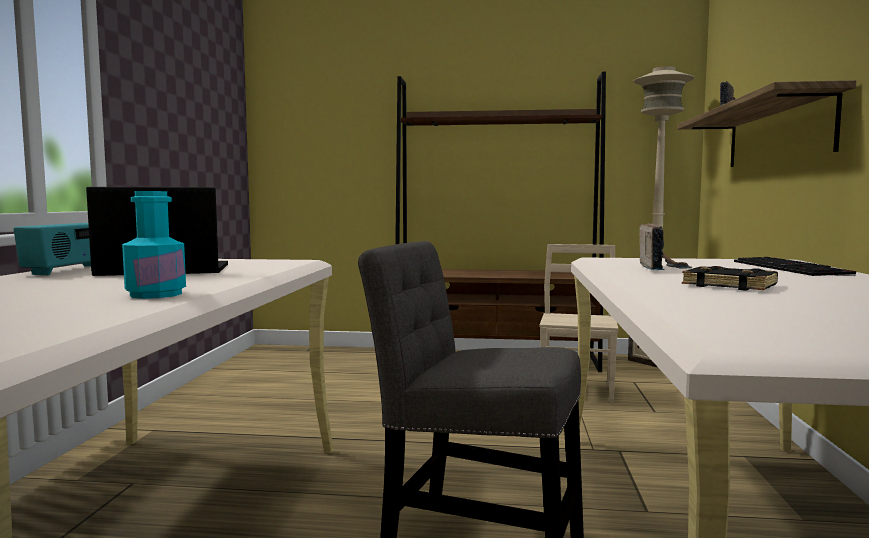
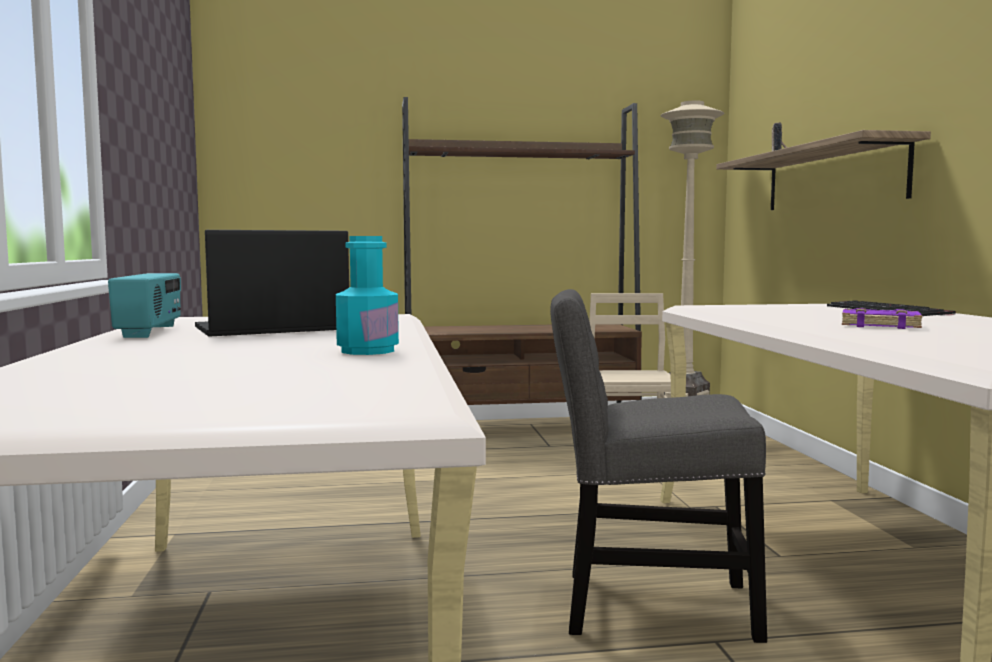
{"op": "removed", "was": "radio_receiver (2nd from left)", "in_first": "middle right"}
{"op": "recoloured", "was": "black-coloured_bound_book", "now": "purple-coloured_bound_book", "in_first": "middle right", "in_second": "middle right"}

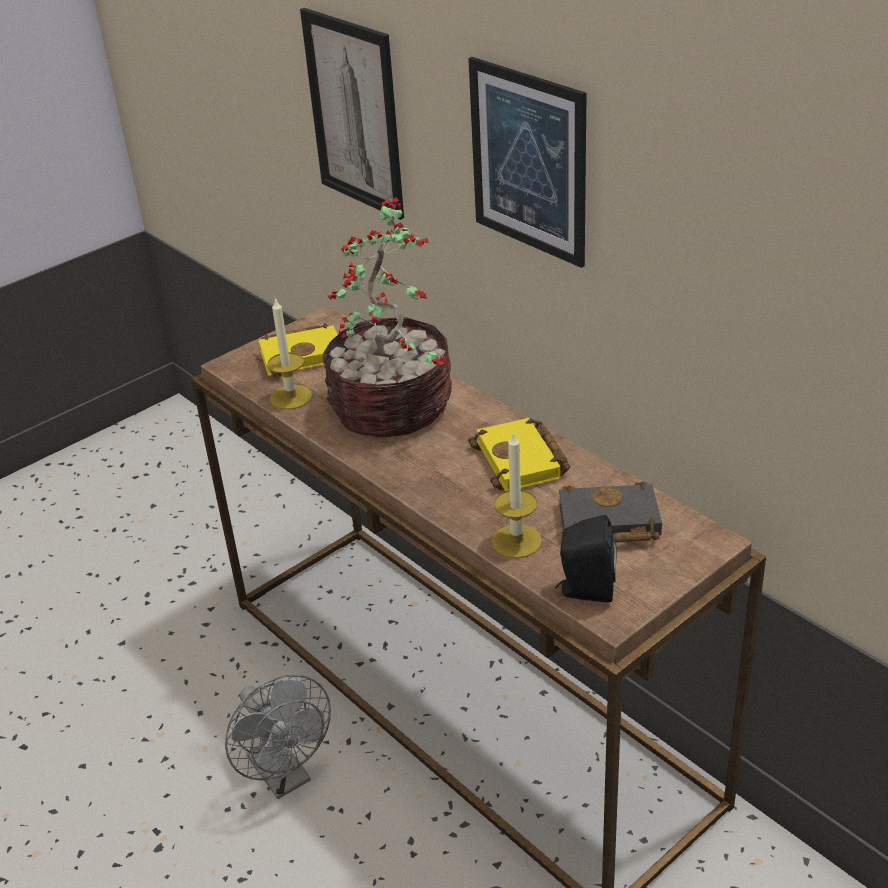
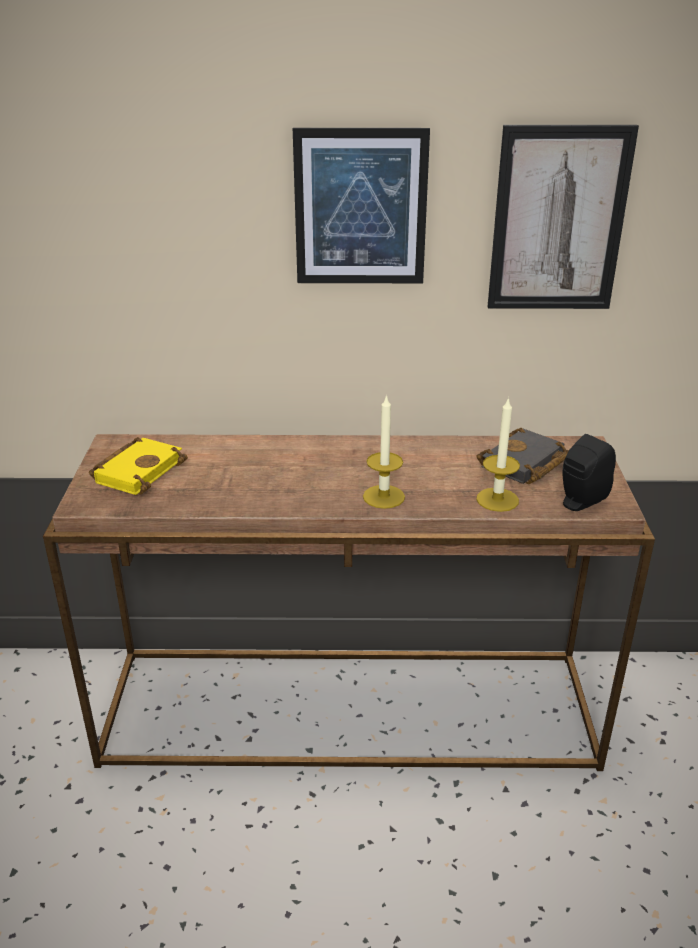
{"op": "moved", "was": "wall_picture (1st from left in the first image)", "now": "wall_picture (2nd from left)", "in_first": "top centre", "in_second": "top right"}
{"op": "removed", "was": "houseplant", "in_first": "centre"}
{"op": "moved", "was": "wax_candle (1st from left)", "in_first": "middle left", "in_second": "centre"}
{"op": "removed", "was": "yellowish_bound_book (2nd from left)", "in_first": "centre"}
{"op": "removed", "was": "gray_fan", "in_first": "bottom left"}

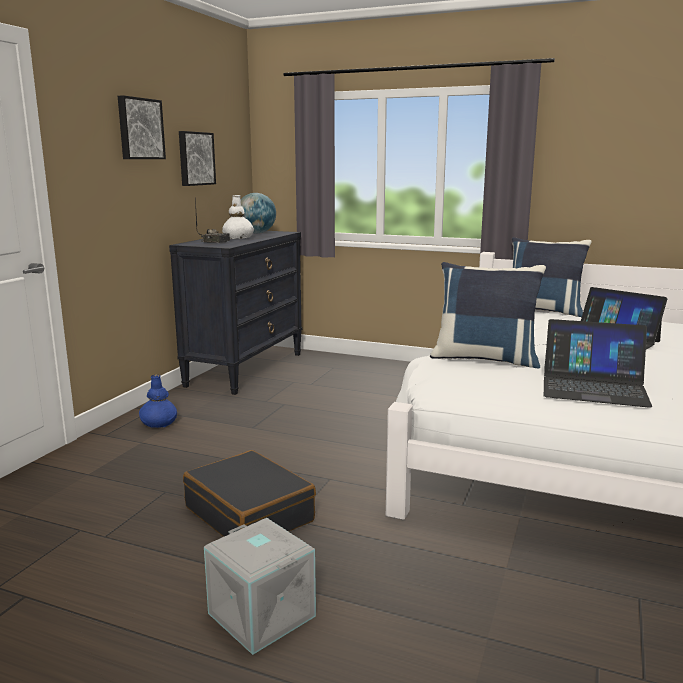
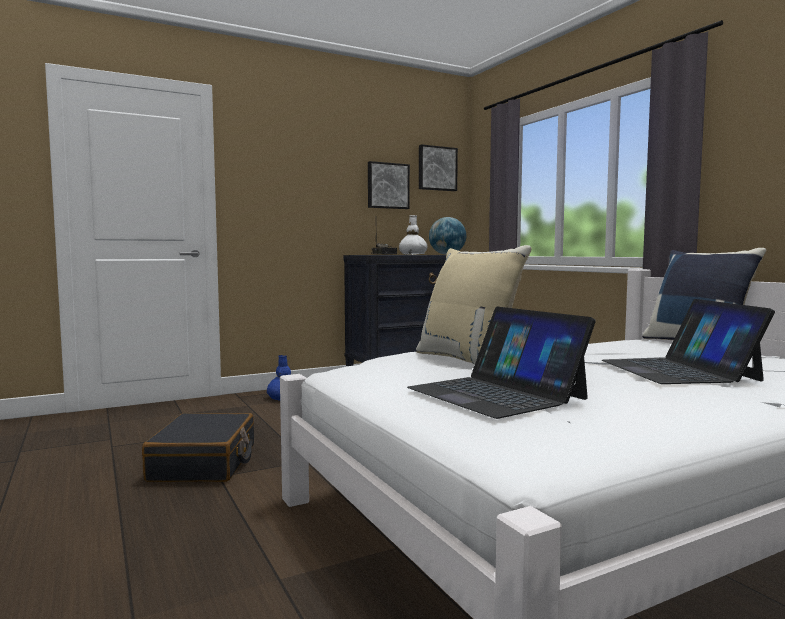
{"op": "moved", "was": "wall_picture (1st from left in the first image)", "now": "wall_picture (2nd from left)", "in_first": "top left", "in_second": "top centre"}
{"op": "recoloured", "was": "blue_throw_pillow (1st from left)", "now": "sand-coloured_throw_pillow", "in_first": "middle right", "in_second": "centre"}
{"op": "removed", "was": "gray_storage_box", "in_first": "bottom centre"}

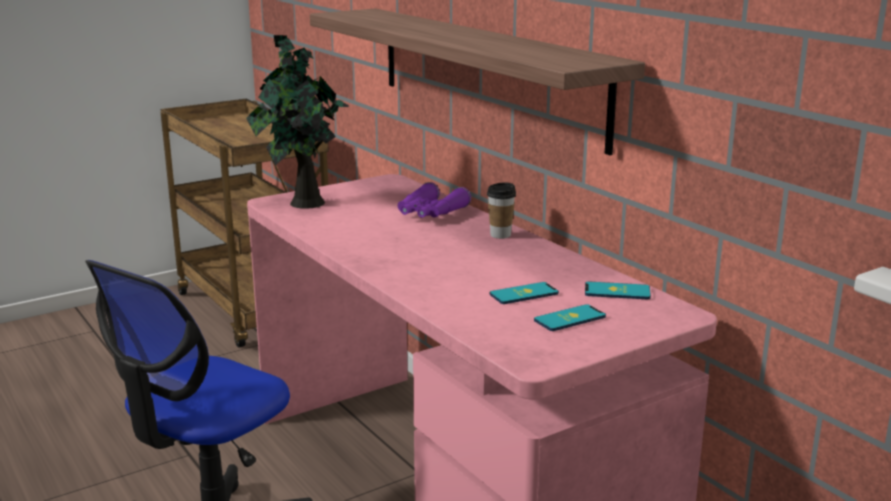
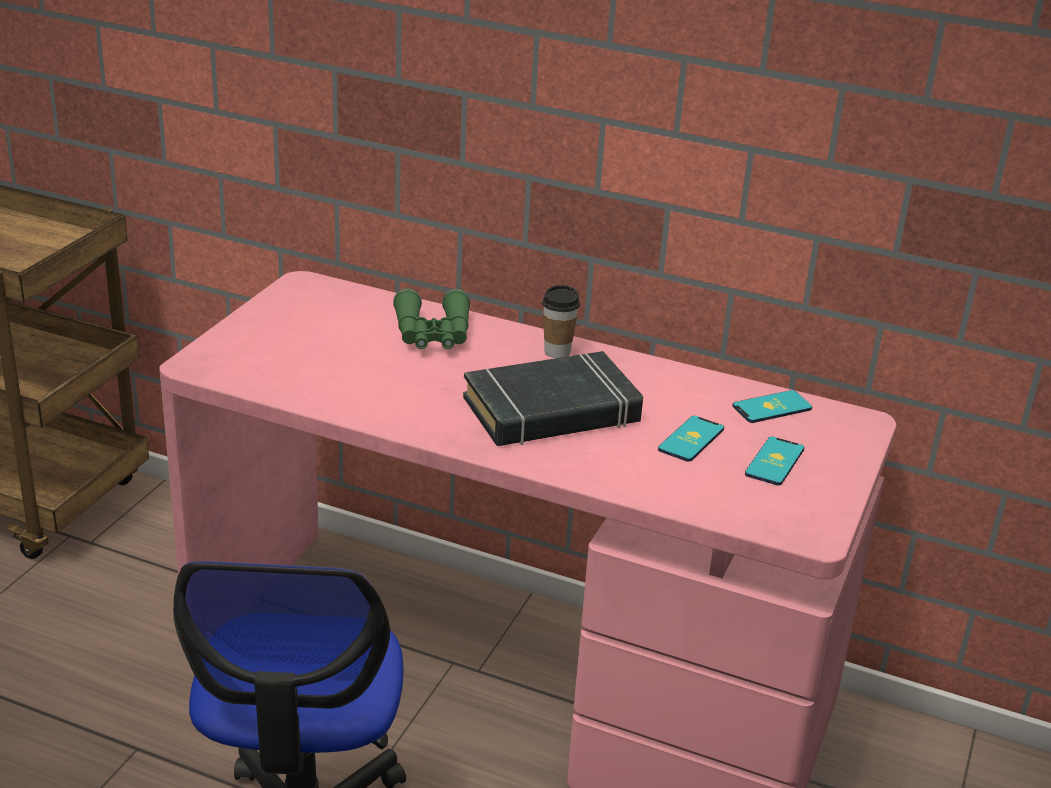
{"op": "removed", "was": "shelf", "in_first": "top centre"}
{"op": "removed", "was": "houseplant", "in_first": "top centre"}
{"op": "recoloured", "was": "purple-coloured_field_glasses", "now": "green-coloured_field_glasses", "in_first": "centre", "in_second": "centre"}
{"op": "added", "now": "black-coloured_bound_book", "in_second": "centre"}

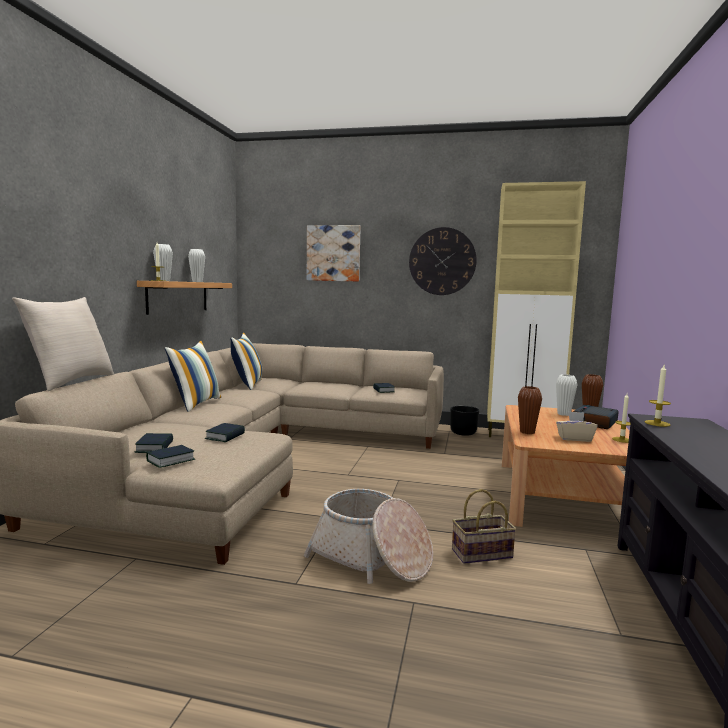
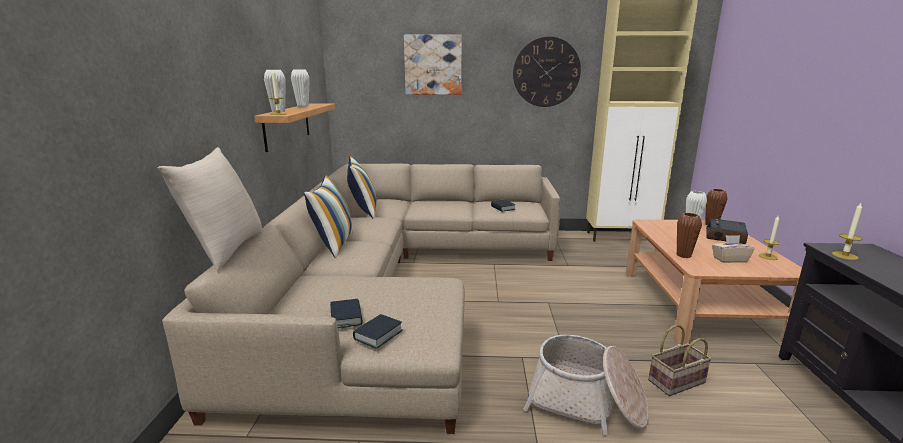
{"op": "removed", "was": "black-coloured_planter", "in_first": "centre"}
{"op": "removed", "was": "bound_book (3rd from left)", "in_first": "middle left"}

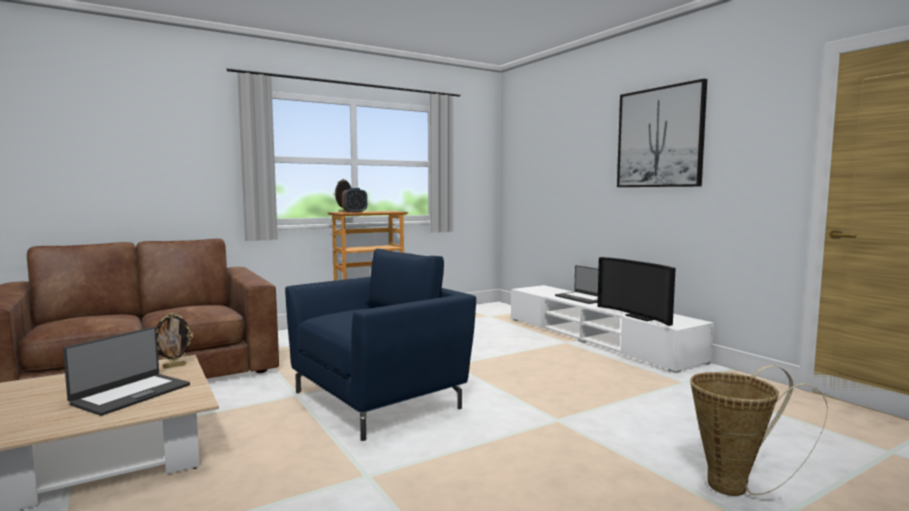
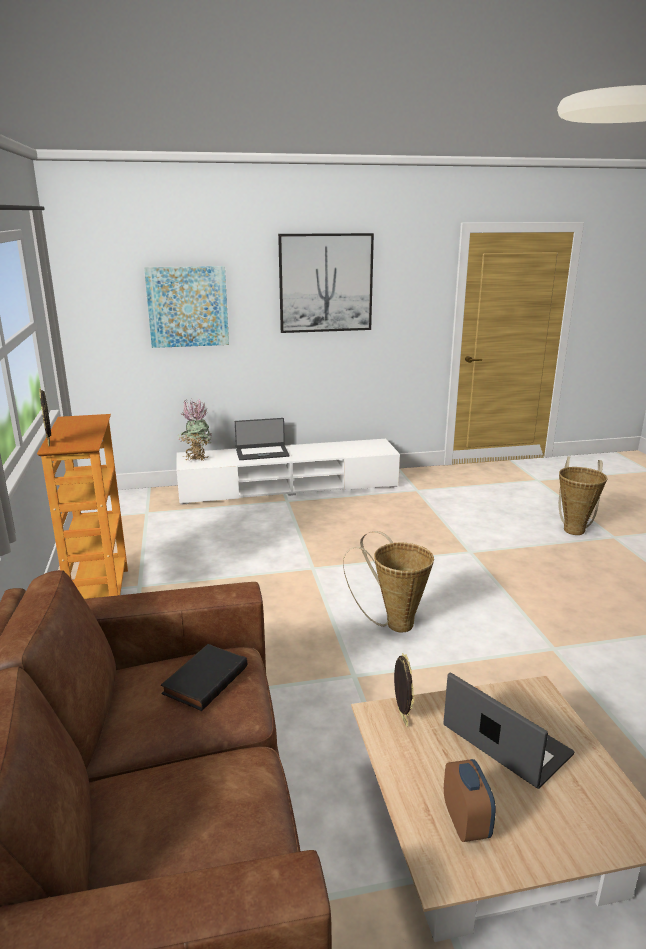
{"op": "moved", "was": "table_clock", "in_first": "centre", "in_second": "bottom right"}
{"op": "replaced", "was": "blue_lounge_chair", "now": "storage_basket (1st from left)", "in_first": "bottom centre", "in_second": "centre"}
{"op": "removed", "was": "television", "in_first": "middle right"}
{"op": "added", "now": "wall_picture (1st from left)", "in_second": "top left"}
{"op": "added", "now": "houseplant", "in_second": "middle left"}
{"op": "added", "now": "black-coloured_bound_book", "in_second": "bottom left"}

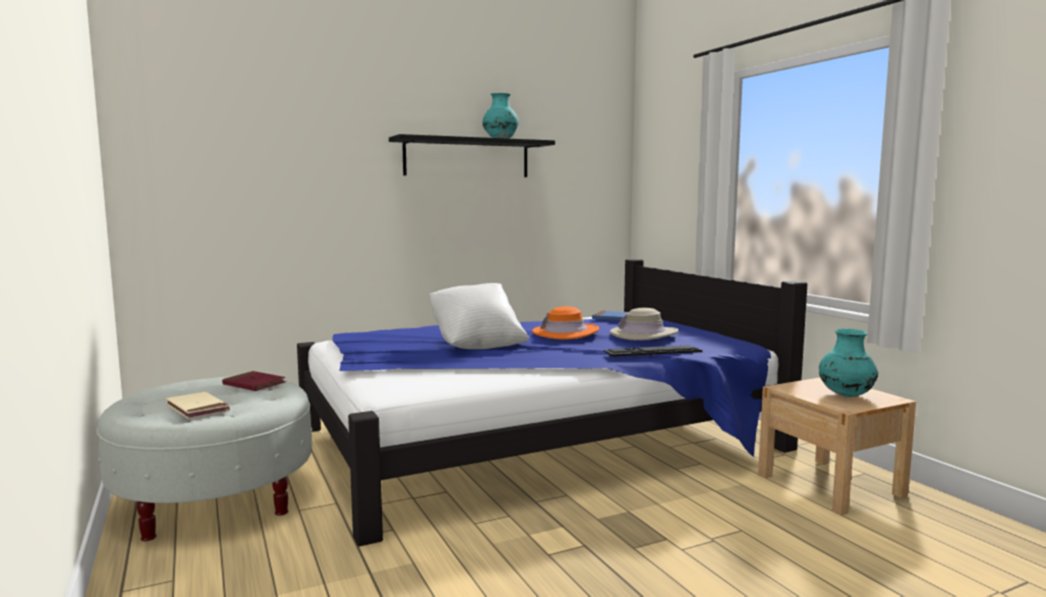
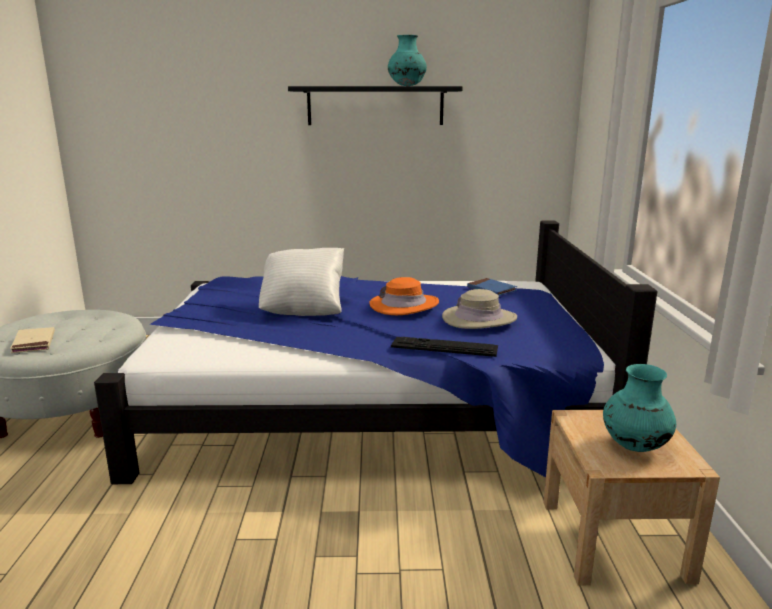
{"op": "removed", "was": "red-coloured_bound_book", "in_first": "middle left"}

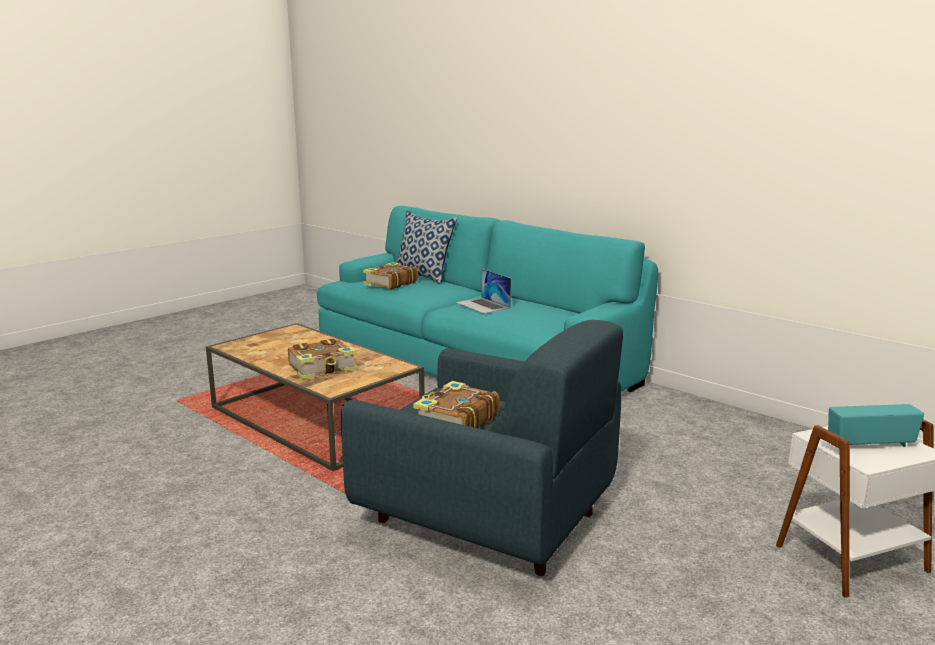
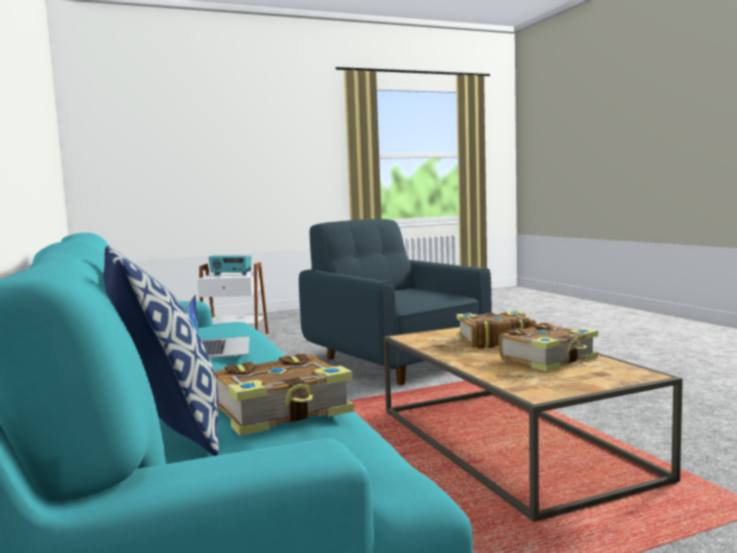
{"op": "moved", "was": "bound_book (3rd from left)", "in_first": "centre", "in_second": "middle right"}

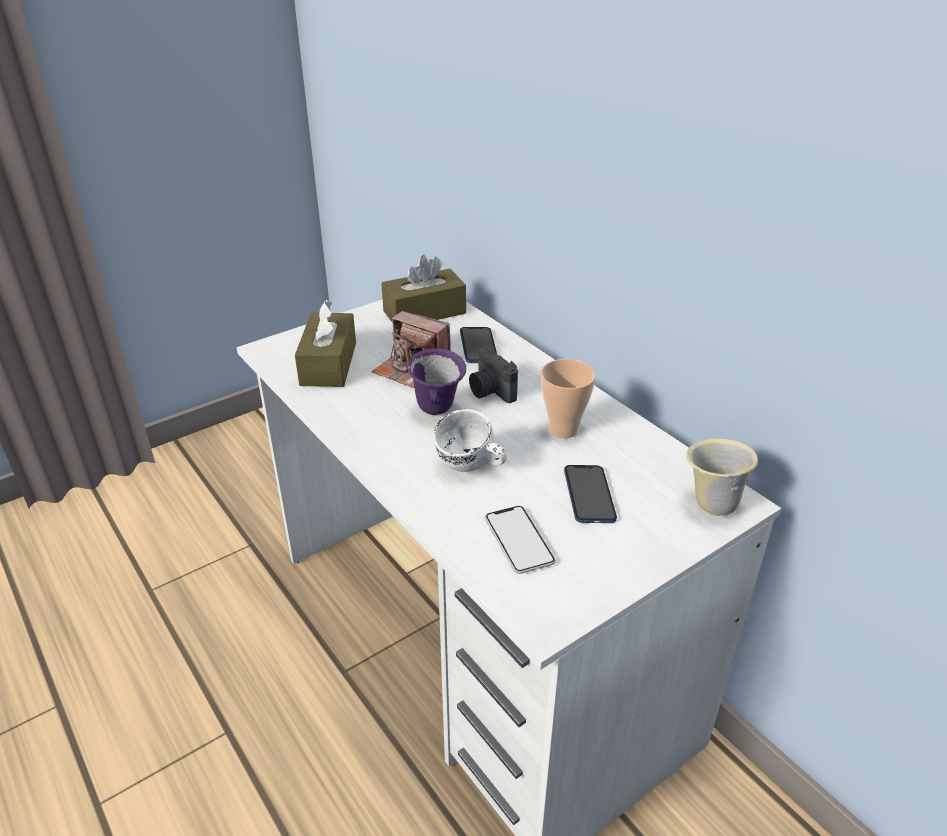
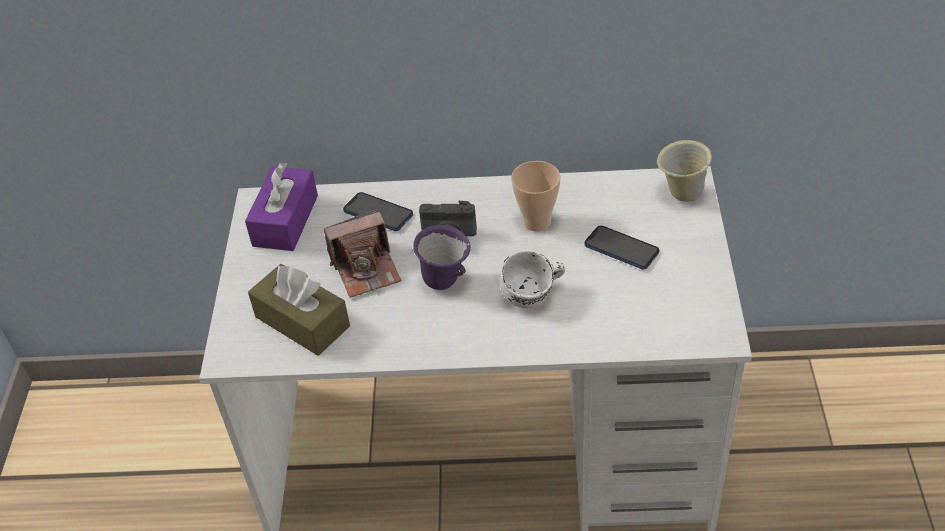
{"op": "recoloured", "was": "brown-coloured_tissue_box (2nd from left)", "now": "purple-coloured_tissue_box", "in_first": "centre", "in_second": "middle left"}
{"op": "removed", "was": "phone (2nd from left)", "in_first": "centre"}

